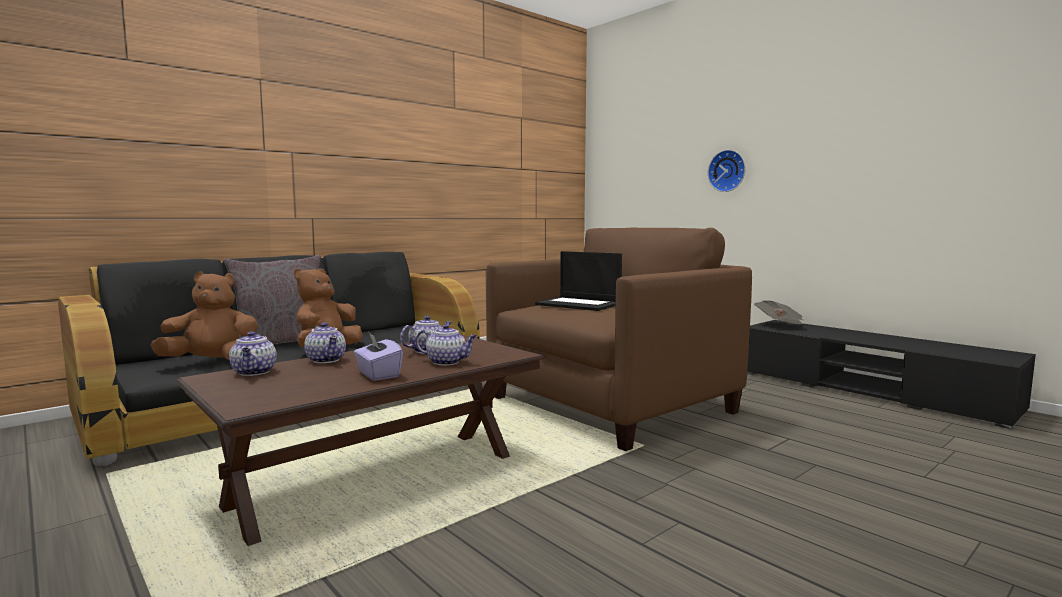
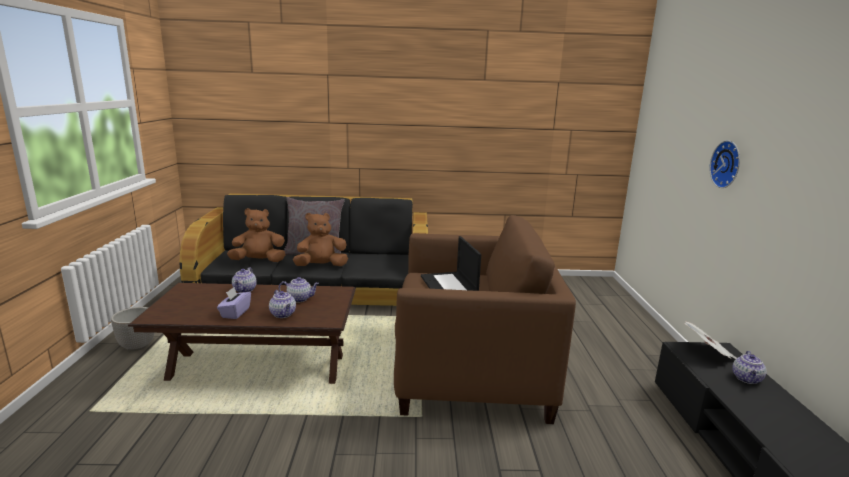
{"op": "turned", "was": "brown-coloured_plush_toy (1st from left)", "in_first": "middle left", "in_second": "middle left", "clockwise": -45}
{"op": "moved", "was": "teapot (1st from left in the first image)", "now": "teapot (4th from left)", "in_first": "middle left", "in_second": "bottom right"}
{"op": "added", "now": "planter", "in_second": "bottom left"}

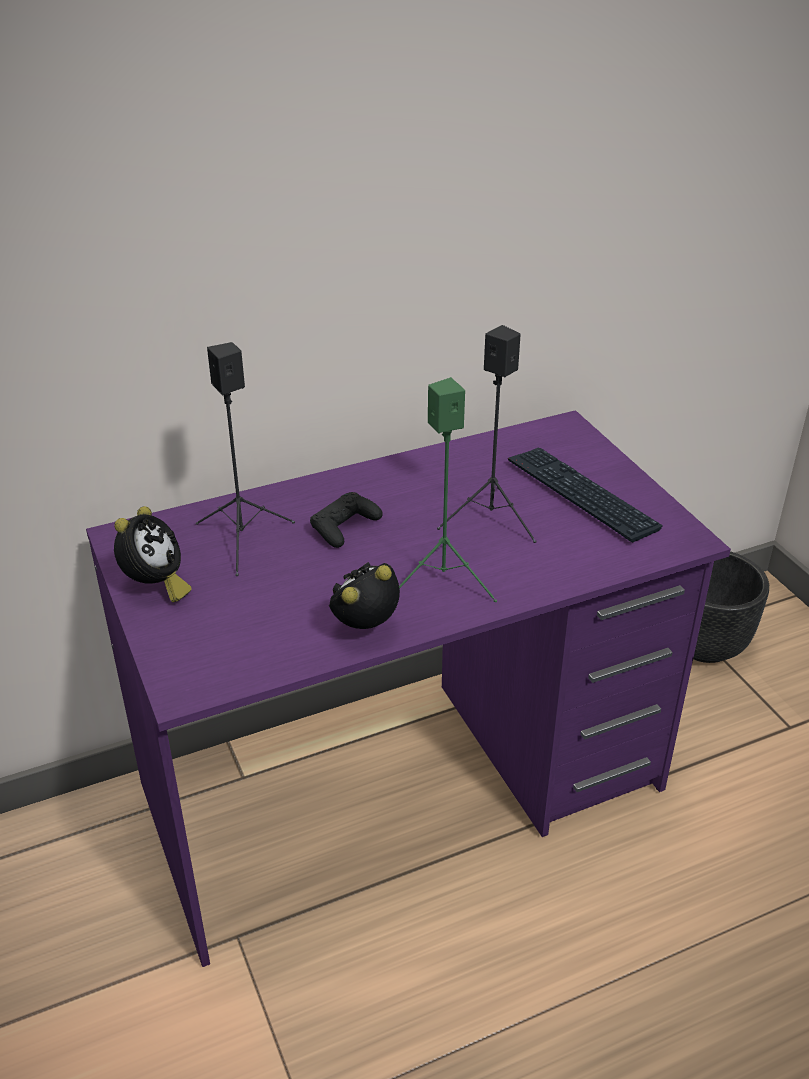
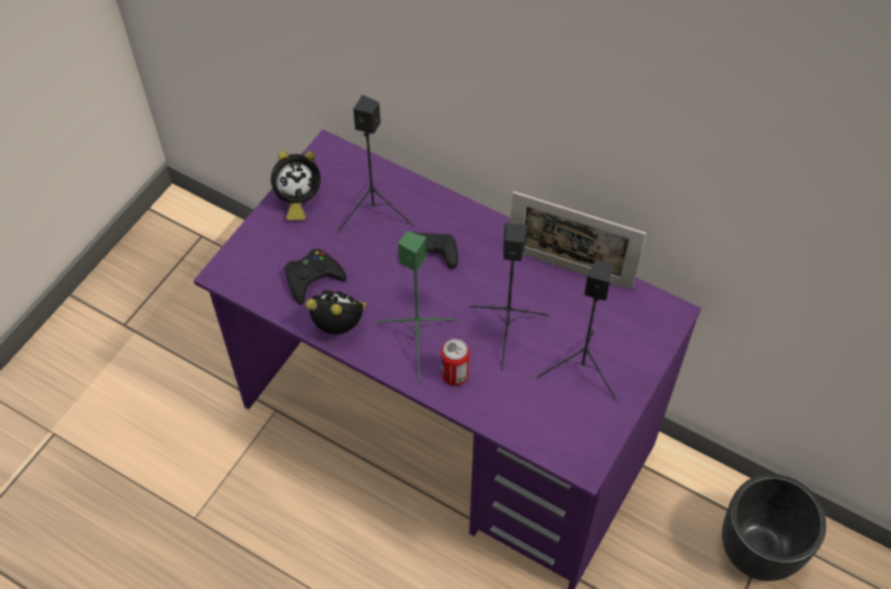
{"op": "replaced", "was": "keyboard", "now": "black-coloured_audio_speaker (3rd from left)", "in_first": "middle right", "in_second": "centre"}
{"op": "added", "now": "standing_frame", "in_second": "centre"}
{"op": "added", "now": "black-coloured_joypad (1st from left)", "in_second": "centre"}
{"op": "added", "now": "sealed_can", "in_second": "centre"}

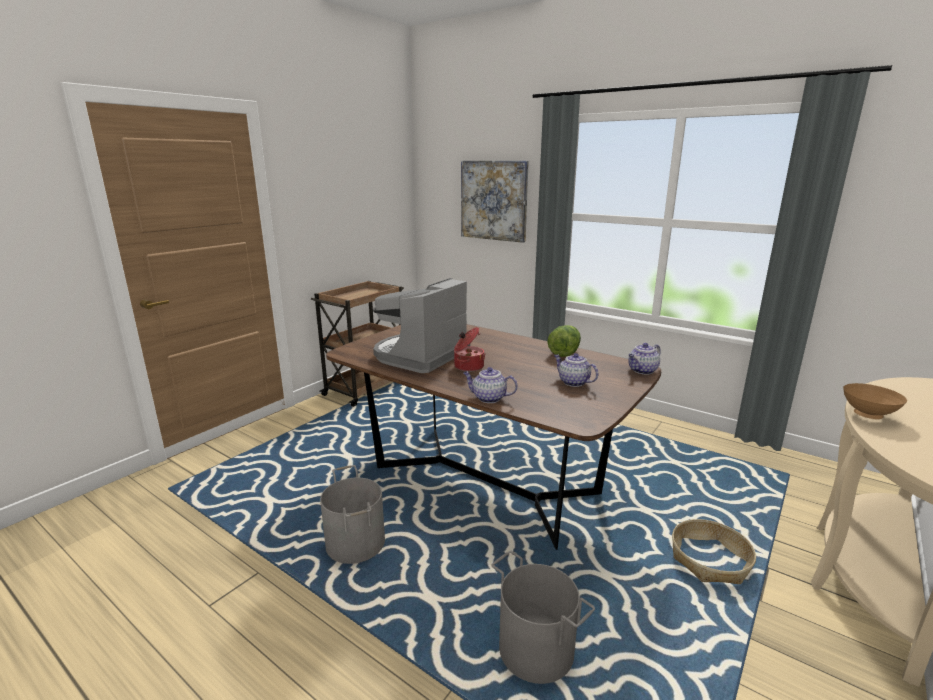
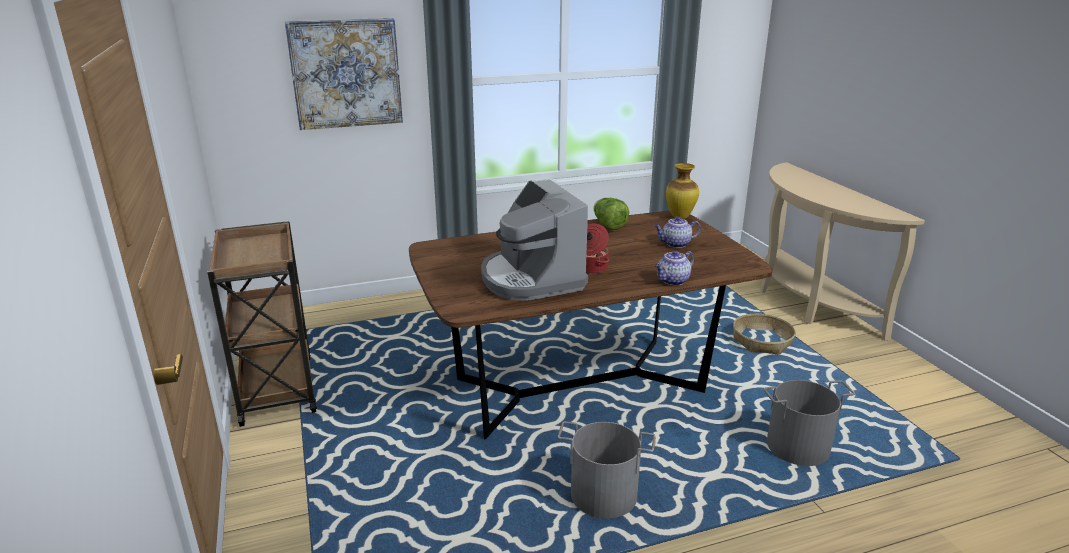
{"op": "replaced", "was": "teapot (3rd from left)", "now": "decorative_vase", "in_first": "middle right", "in_second": "centre"}
{"op": "removed", "was": "brown-coloured_serving_bowl", "in_first": "middle right"}

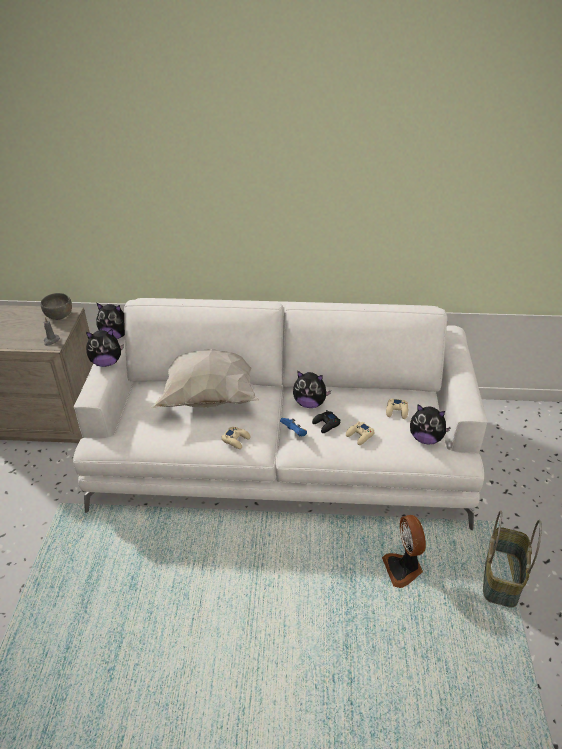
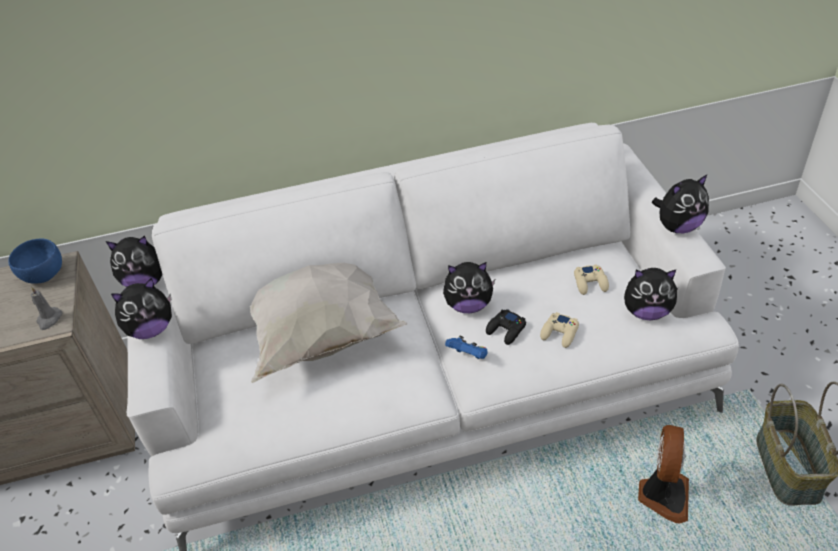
{"op": "recoloured", "was": "gray_serving_bowl", "now": "blue_serving_bowl", "in_first": "middle left", "in_second": "middle left"}
{"op": "removed", "was": "sand-coloured_joypad (1st from left)", "in_first": "centre"}
{"op": "turned", "was": "fan", "in_first": "bottom right", "in_second": "bottom right", "clockwise": -135}
{"op": "added", "now": "plush_toy (5th from left)", "in_second": "middle right"}

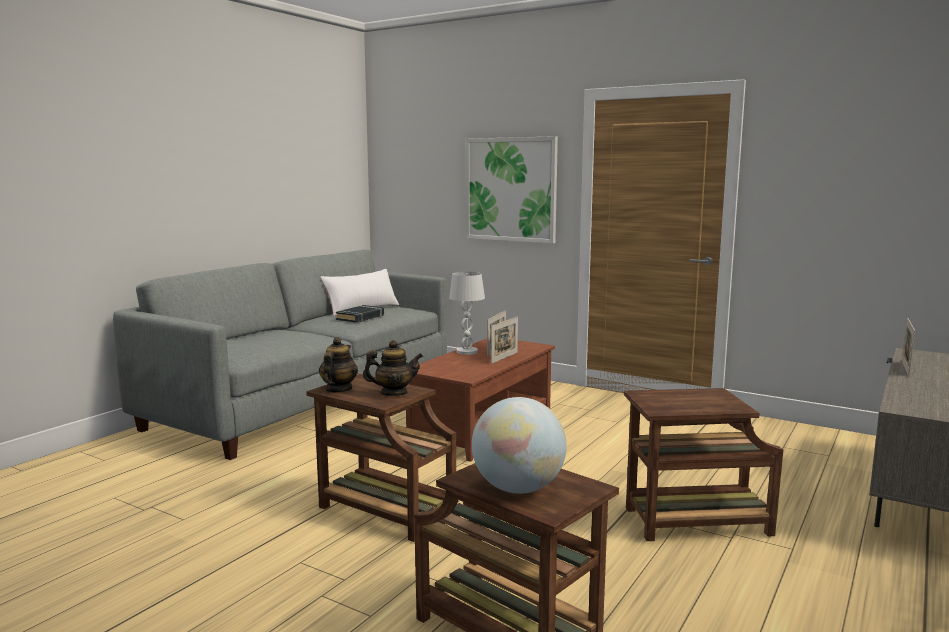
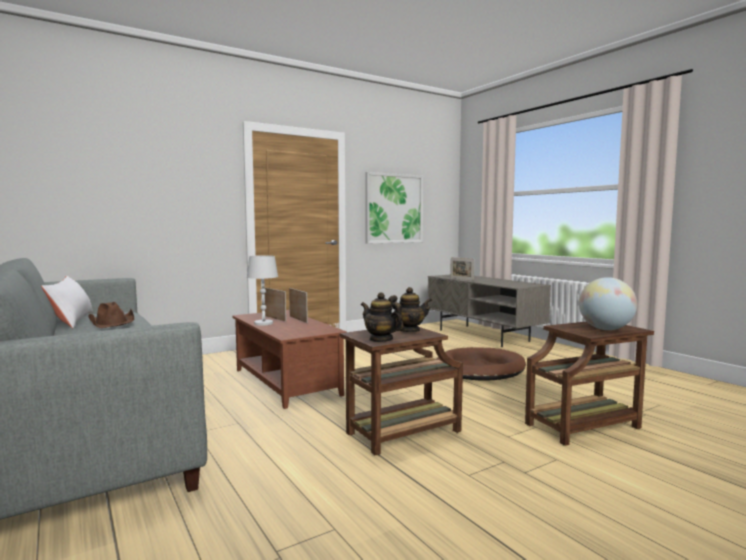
{"op": "moved", "was": "wall_picture", "in_first": "top centre", "in_second": "centre"}
{"op": "replaced", "was": "black-coloured_bound_book", "now": "brown-coloured_hat", "in_first": "centre", "in_second": "middle left"}
{"op": "turned", "was": "teapot (2nd from left)", "in_first": "centre", "in_second": "centre", "clockwise": 60}
{"op": "replaced", "was": "brown-coloured_end_table (3rd from left)", "now": "brown-coloured_pet_bed", "in_first": "bottom right", "in_second": "centre"}

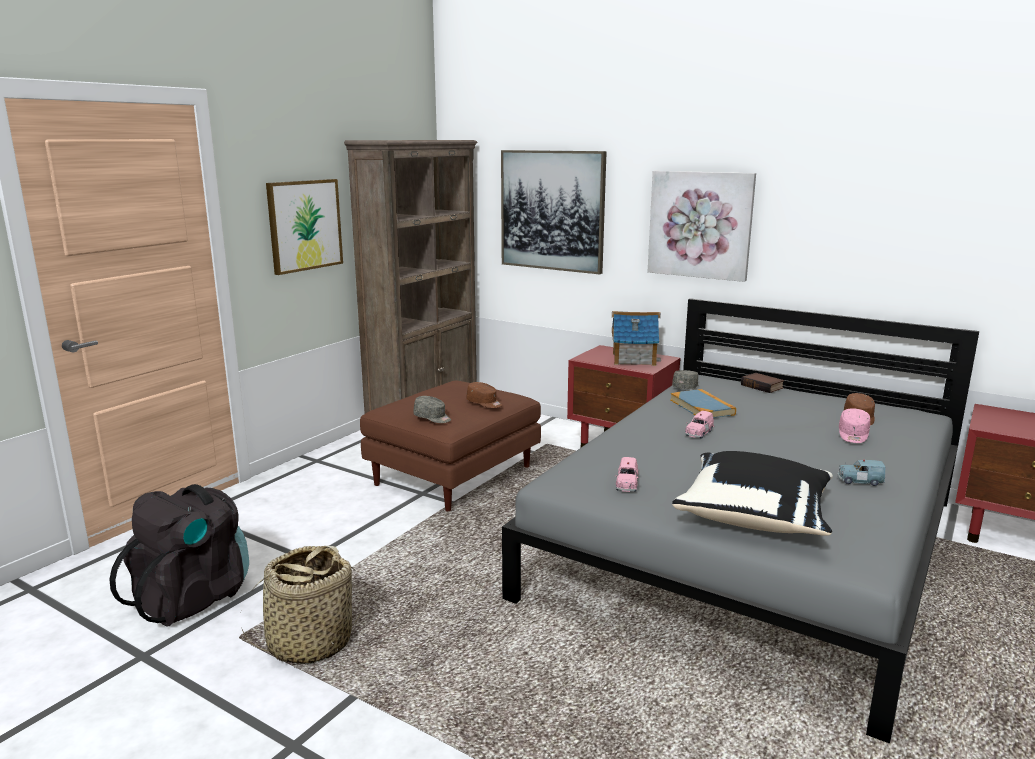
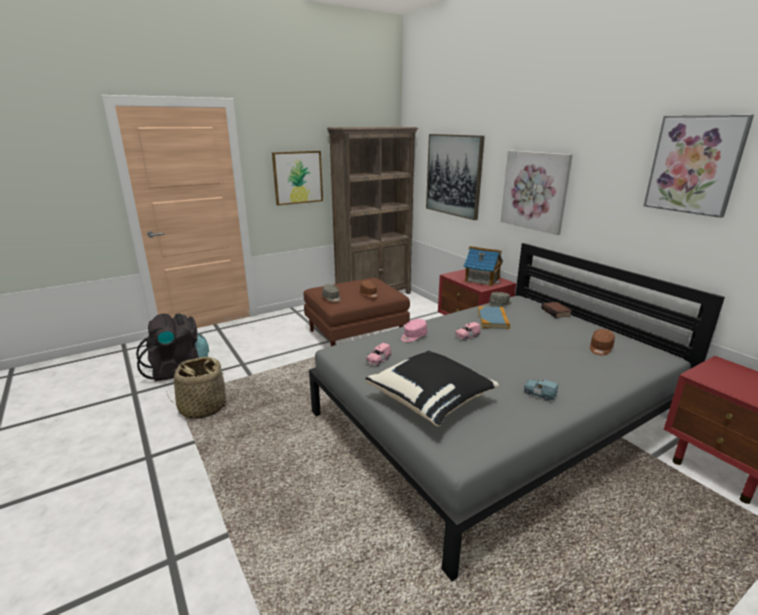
{"op": "moved", "was": "pinkish_peaked_cap", "in_first": "middle right", "in_second": "centre"}
{"op": "added", "now": "wall_picture (4th from left)", "in_second": "top right"}

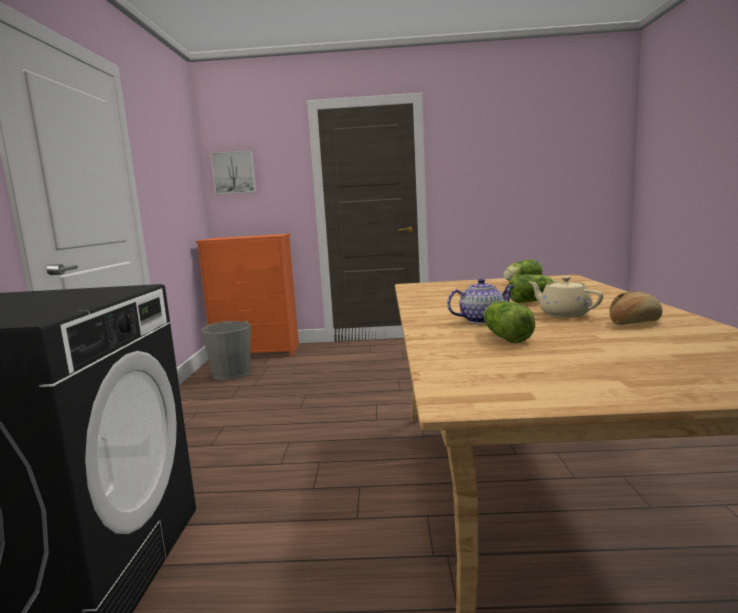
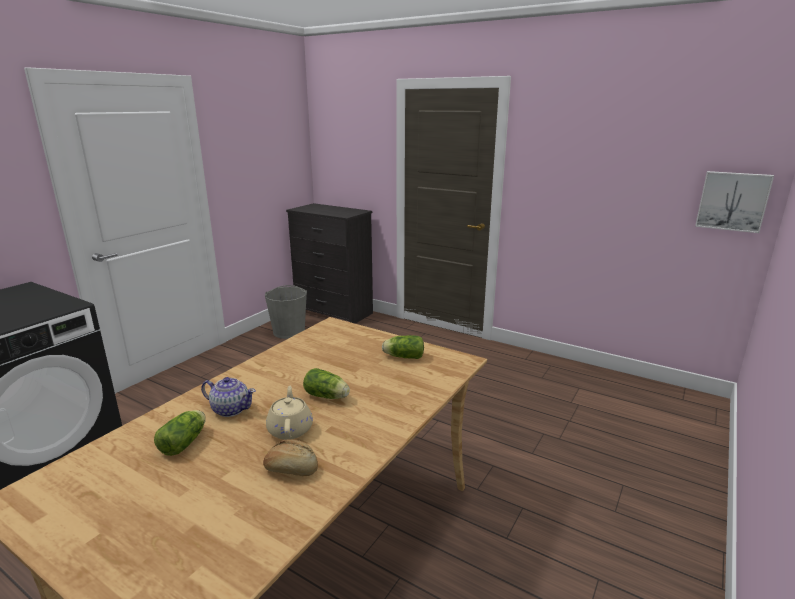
{"op": "moved", "was": "wall_picture", "in_first": "top left", "in_second": "middle right"}
{"op": "recoloured", "was": "orange_drawer_chest", "now": "black-coloured_drawer_chest", "in_first": "centre", "in_second": "centre"}

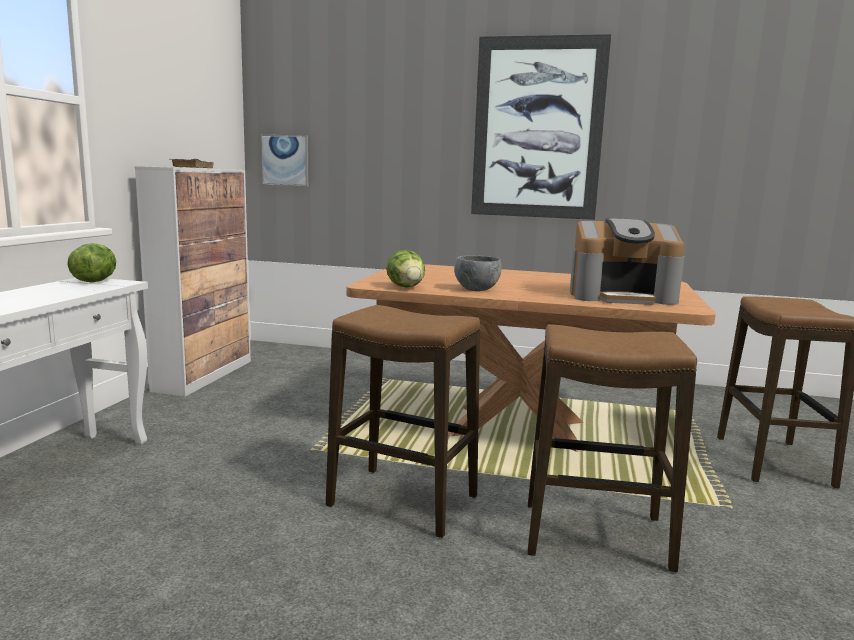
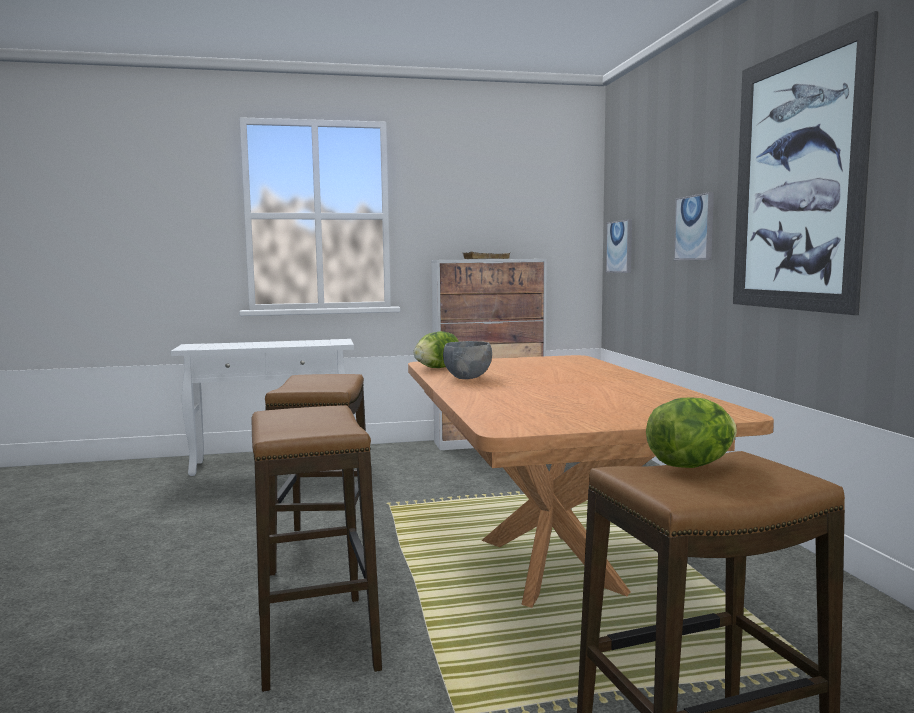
{"op": "removed", "was": "coffee_maker", "in_first": "middle right"}
{"op": "moved", "was": "head_of_lettuce (1st from left in the first image)", "now": "head_of_lettuce (2nd from left)", "in_first": "middle left", "in_second": "middle right"}
{"op": "added", "now": "wall_picture (2nd from left)", "in_second": "top right"}

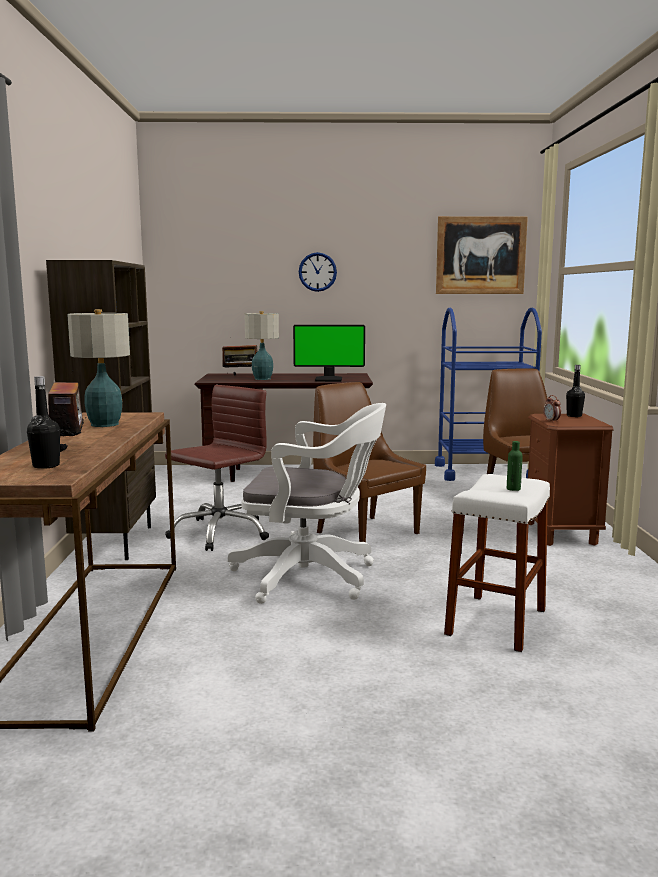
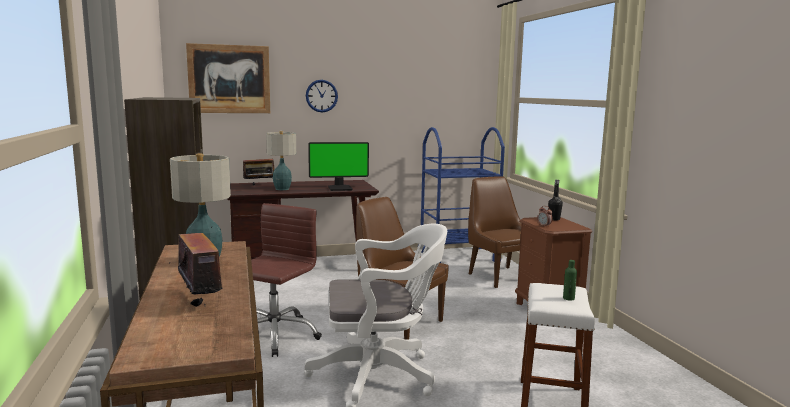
{"op": "moved", "was": "wall_picture", "in_first": "top right", "in_second": "top left"}
{"op": "removed", "was": "black-coloured_bottle (1st from left)", "in_first": "middle left"}

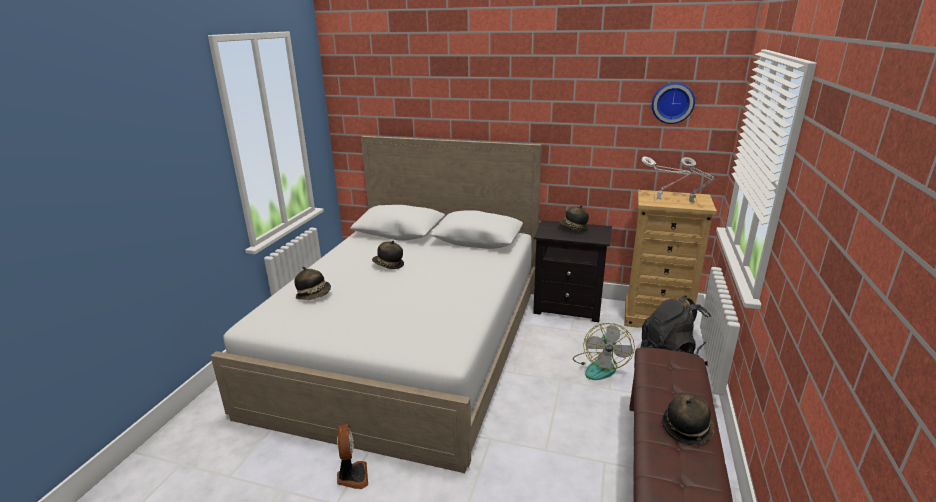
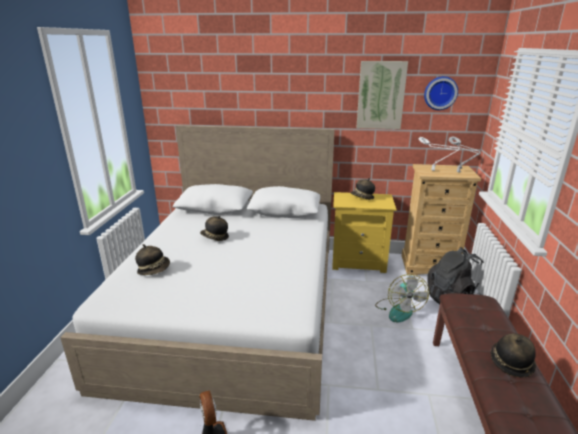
{"op": "recoloured", "was": "black-coloured_night_table", "now": "yellowish_night_table", "in_first": "centre", "in_second": "centre"}
{"op": "added", "now": "wall_picture", "in_second": "top centre"}

